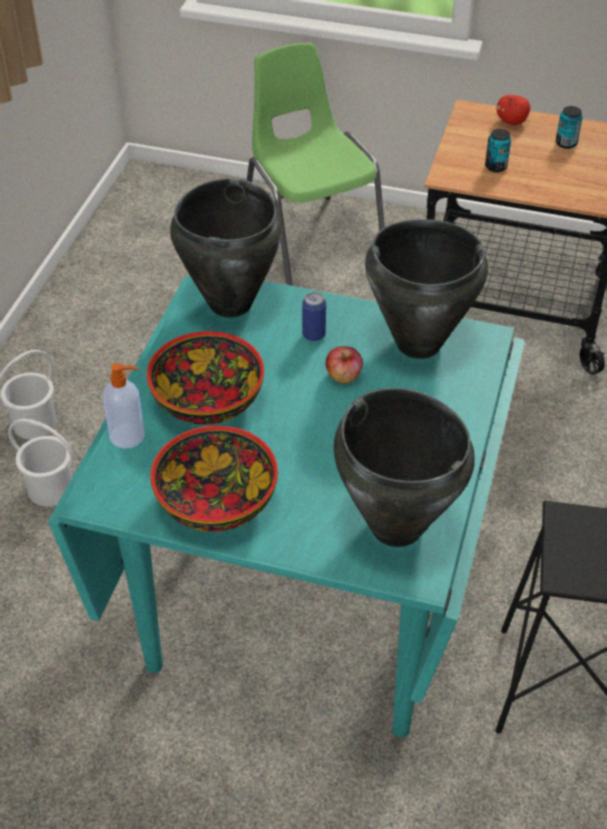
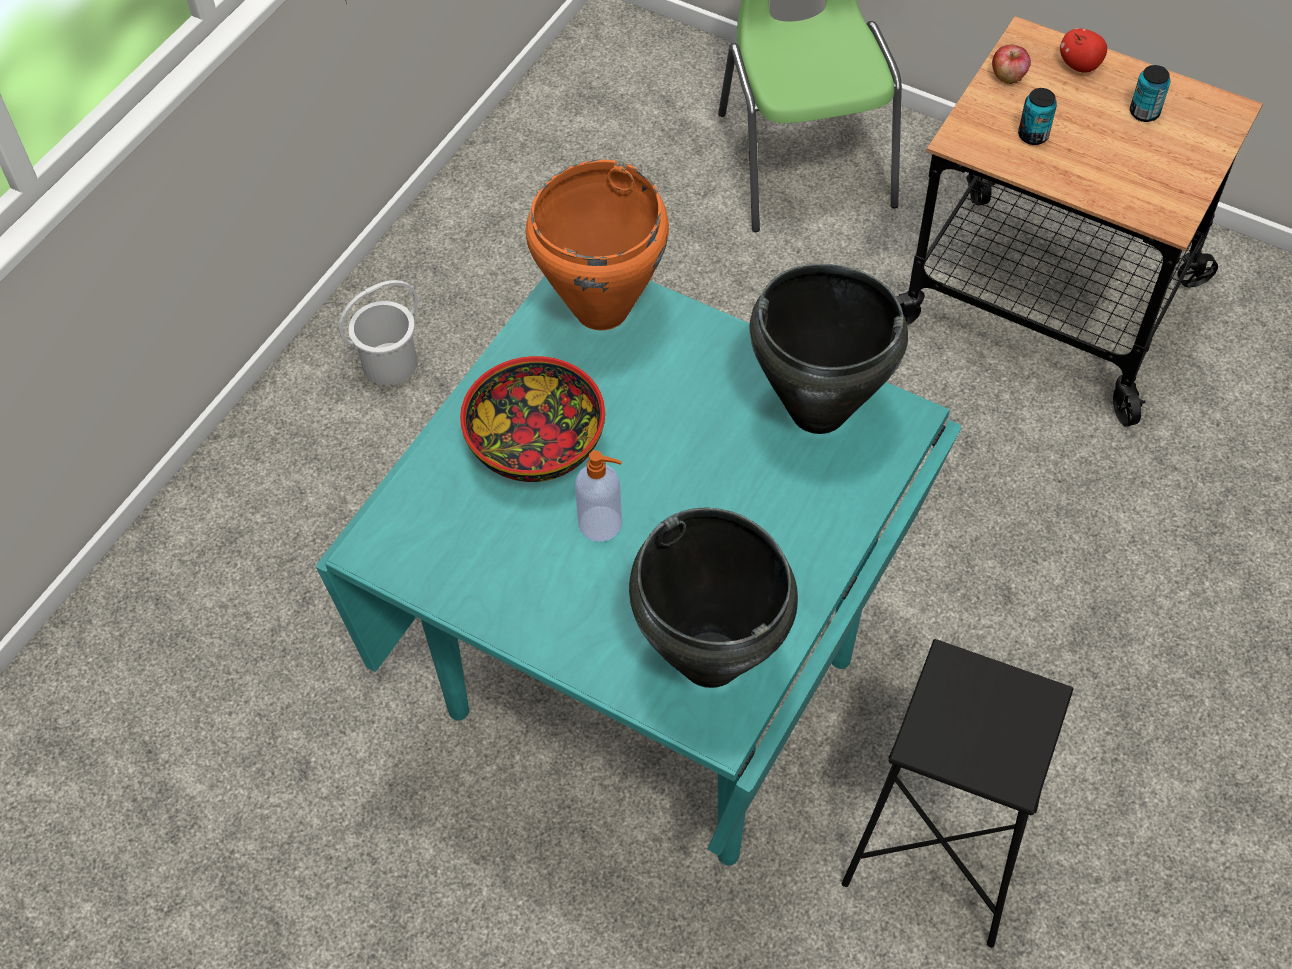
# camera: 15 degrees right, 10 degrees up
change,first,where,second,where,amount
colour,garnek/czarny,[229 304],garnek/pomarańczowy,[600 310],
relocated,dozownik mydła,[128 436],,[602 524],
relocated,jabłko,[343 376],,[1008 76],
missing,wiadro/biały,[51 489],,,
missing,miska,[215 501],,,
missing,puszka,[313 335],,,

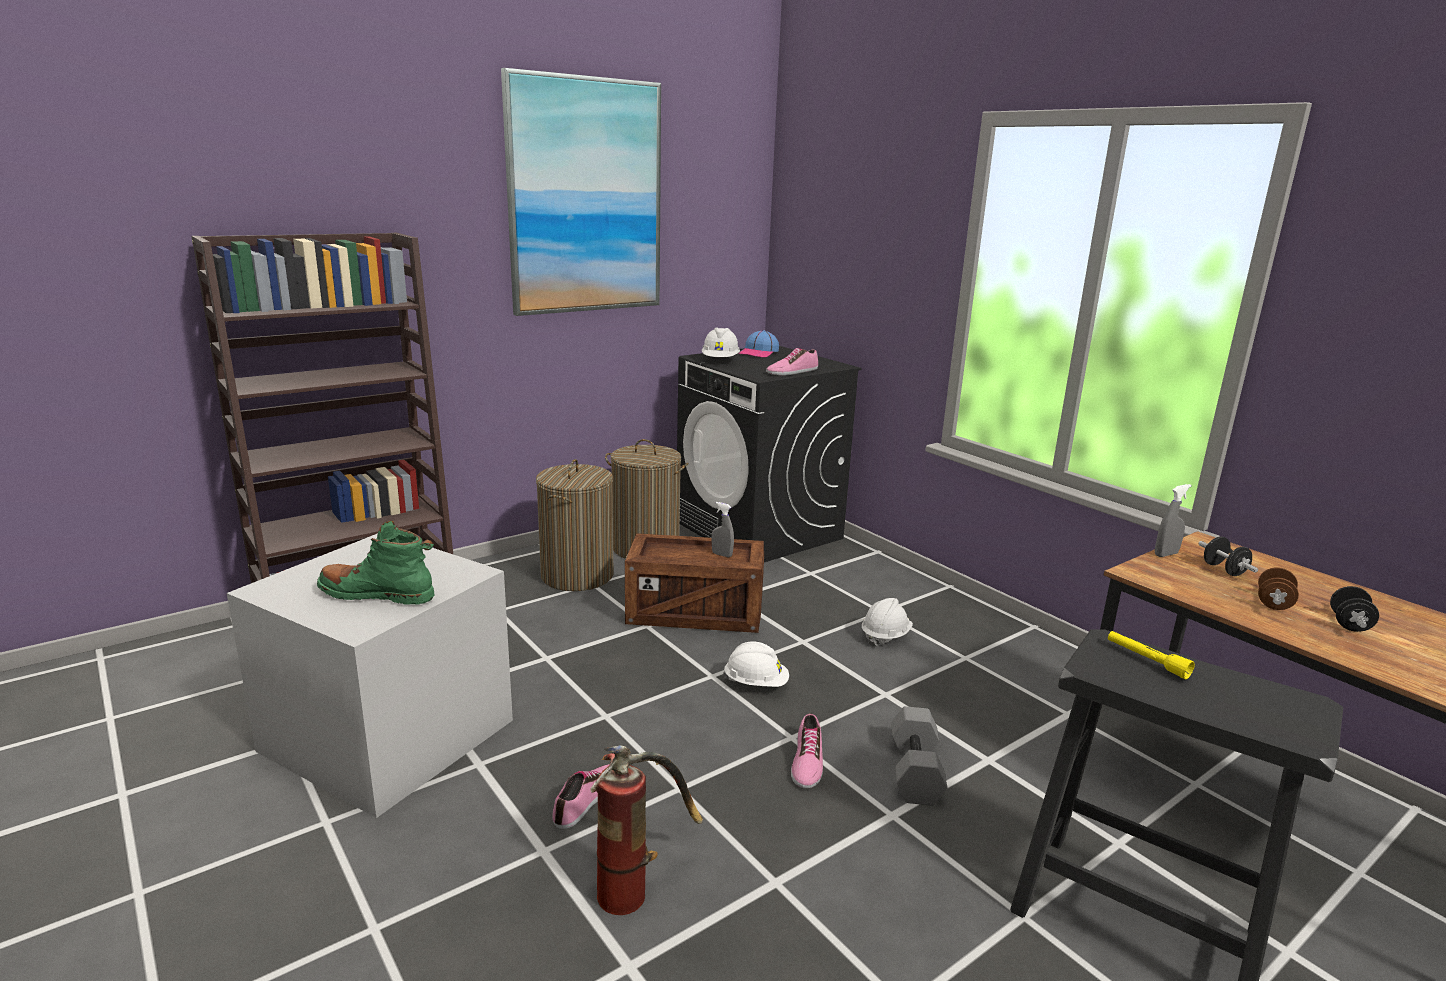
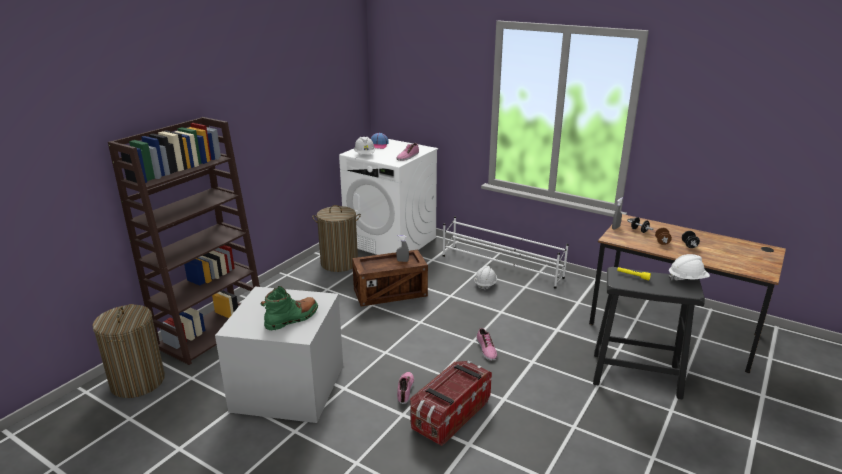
# camera: 20 degrees left, 5 degrees up
change,first,where,second,where,amount
relocated,kosz na pranie,[577 575],,[137 381],
spun,but z cholewką/zielony,[378 595],,[292 319],150 degrees clockwise
colour,pralka/czarny,[759 530],pralka/biały,[391 241],
exchanged,gaśnica,[635 883],pojemnik do przechowywania,[450 415],
appeared,,,regał na buty/biały,[501 267],
relocated,kask/biały,[756 683],,[687 279],
missing,obraz,[585 197],,,
missing,hantel/szary,[917 772],,,

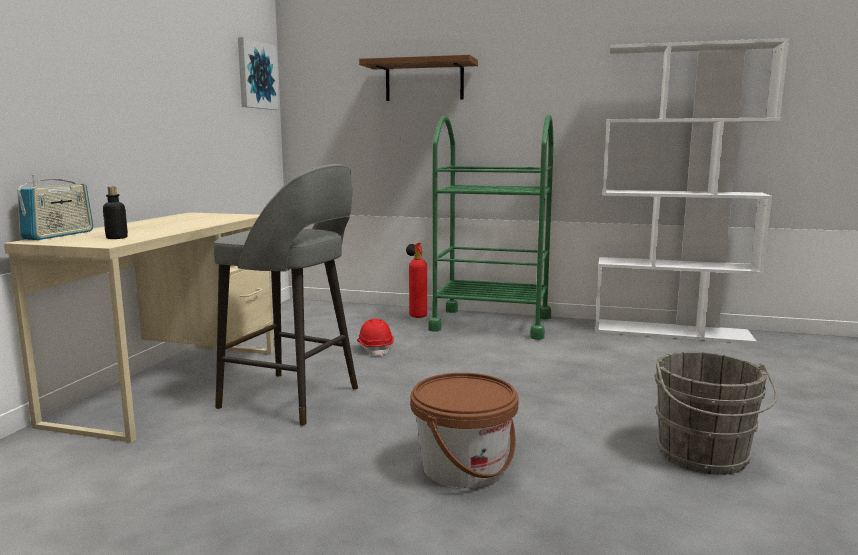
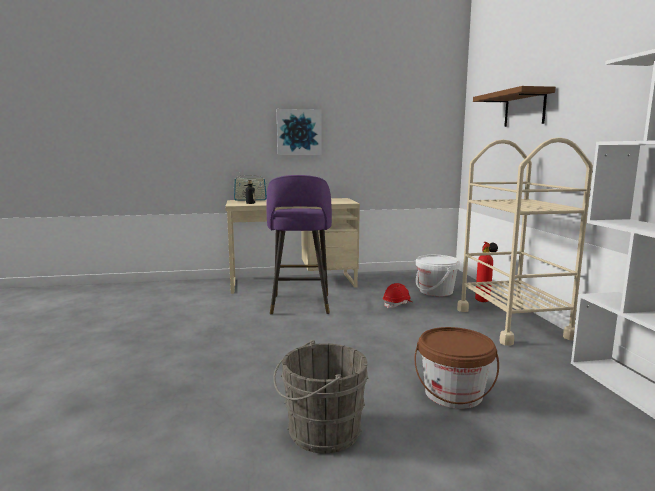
# camera: 65 degrees right, 0 degrees up
change,first,where,second,where,amount
colour,stołek/szary,[293 399],stołek/fioletowy,[300 305],
relocated,obraz,[256 75],,[299 132],
relocated,wiadro/brązowy,[463 468],,[453 394],
appeared,,,wiadro/biały,[436 291],
colour,wózek/zielony,[491 324],wózek/beżowy,[512 323],

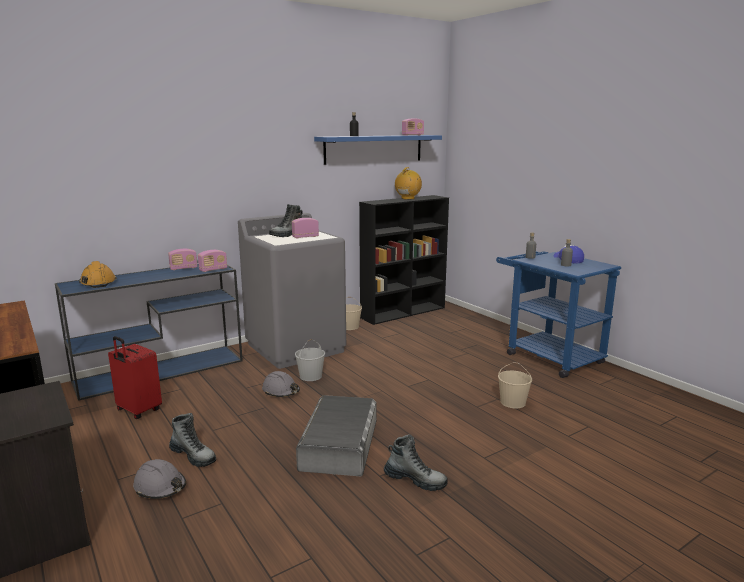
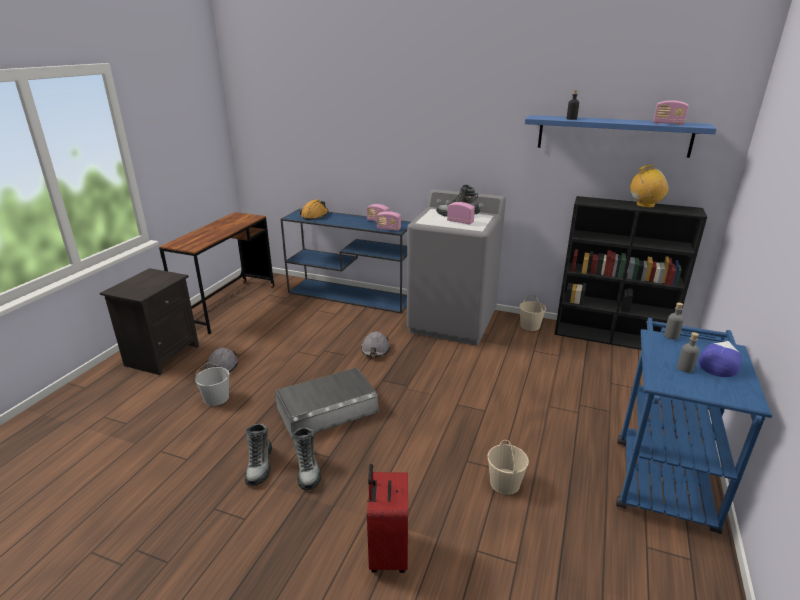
# camera: 55 degrees right, 10 degrees up
change,first,where,second,where,amount
relocated,wiadro/biały,[311 376],,[217 398],
relocated,but z cholewką,[193 456],,[259 466],
relocated,walizka/czerwony,[138 411],,[387 553],

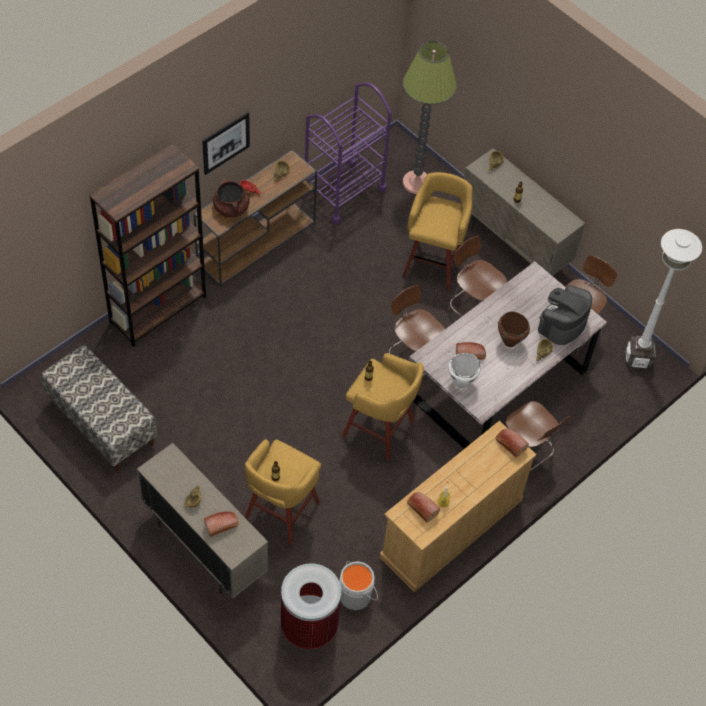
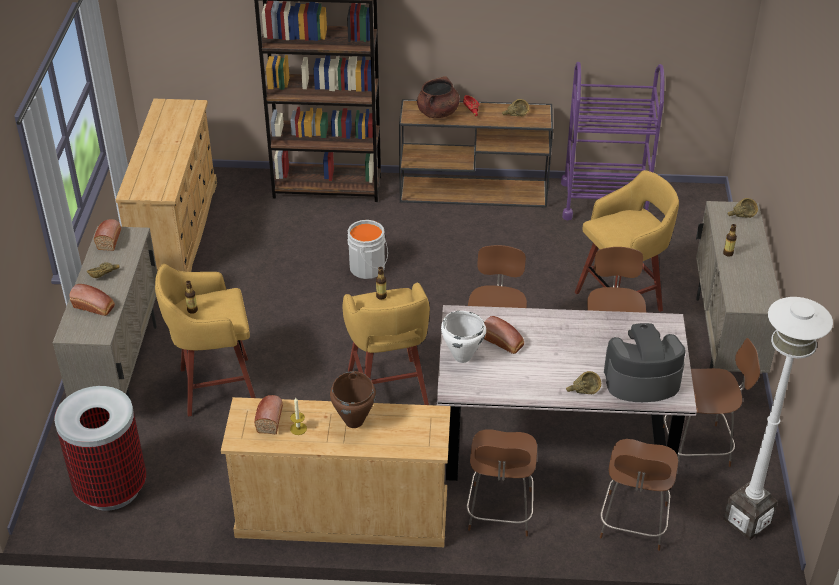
# camera: 50 degrees right, 15 degrees down
change,first,where,second,where,amount
relocated,chleb,[509 444],,[109 239],
exchanged,ławka,[101 423],komoda/beżowy,[176 230],
relocated,garnek/brązowy,[510 342],,[354 421],
relocated,wiadro/szary,[356 594],,[369 268],
appeared,,,krzesło/brązowy,[633 523],
missing,obraz,[225 142],,,
missing,lampa stojąca,[416 183],,,

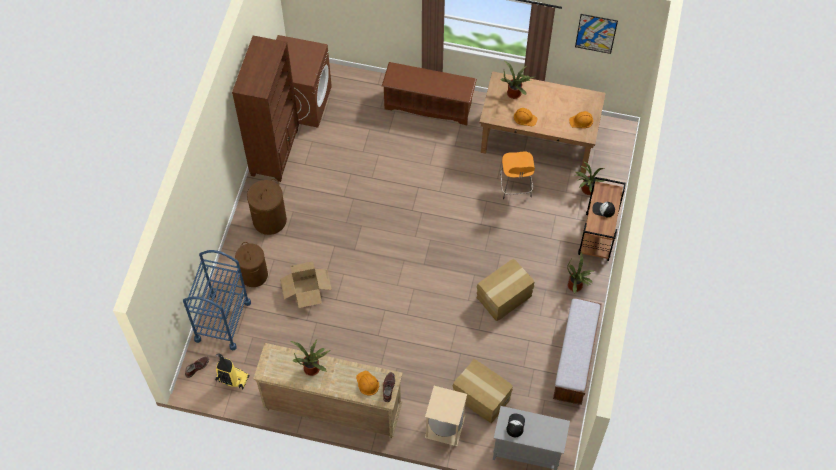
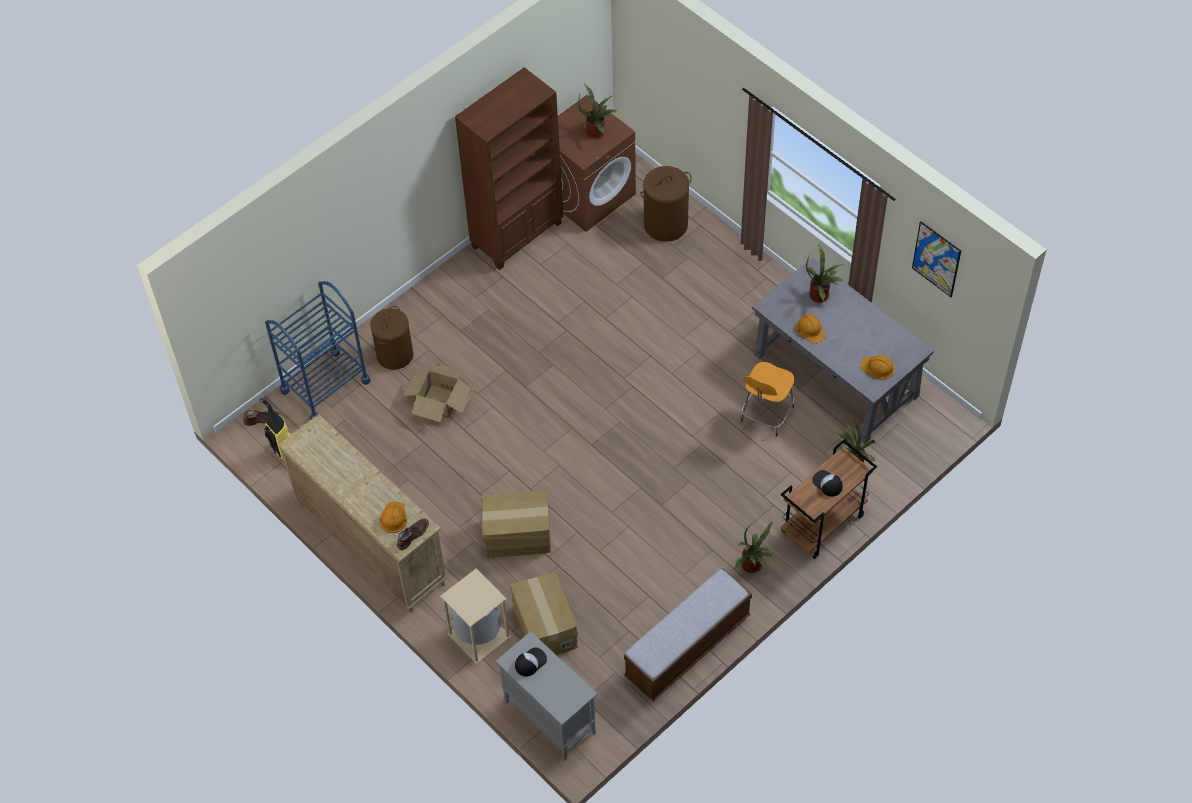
# camera: 35 degrees right, 5 degrees down
change,first,where,second,where,amount
relocated,karton,[504 297],,[517 536],
relocated,roślina doniczkowa,[313 367],,[597 132],
relocated,kosz na pranie/brązowy,[269 220],,[665 224],
colour,biurko/brązowy,[538 139],biurko/szary,[836 375],
missing,regał na buty/brązowy,[429 105],,,

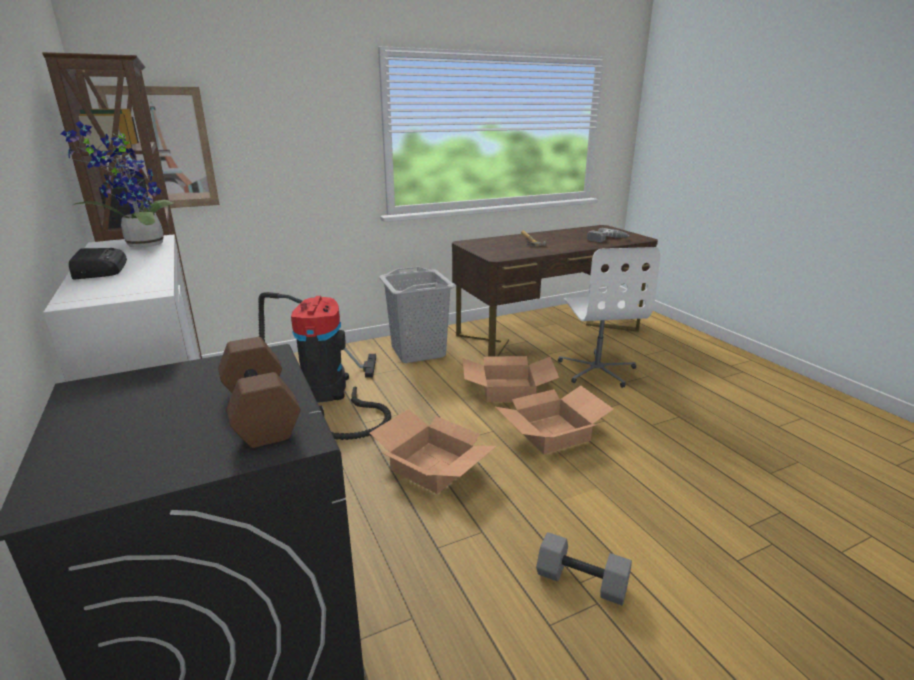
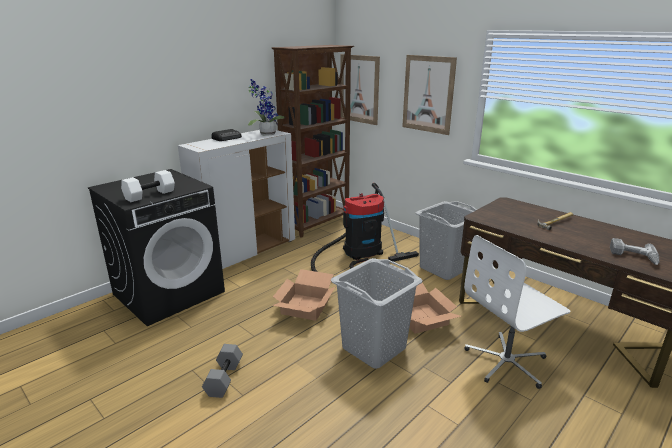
# camera: 70 degrees right, 0 degrees up
change,first,where,second,where,amount
colour,hantel/brązowy,[262 412],hantel/biały,[150 195],
exchanged,karton,[552 432],kosz na pranie/szary,[374 348],
appeared,,,obraz,[428 94],

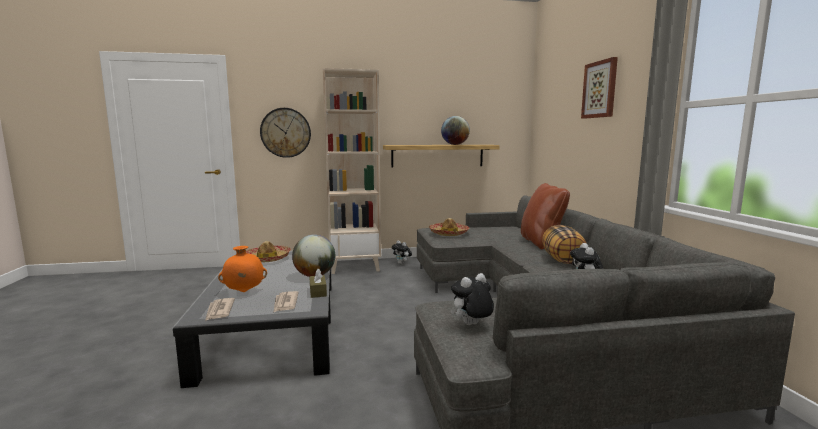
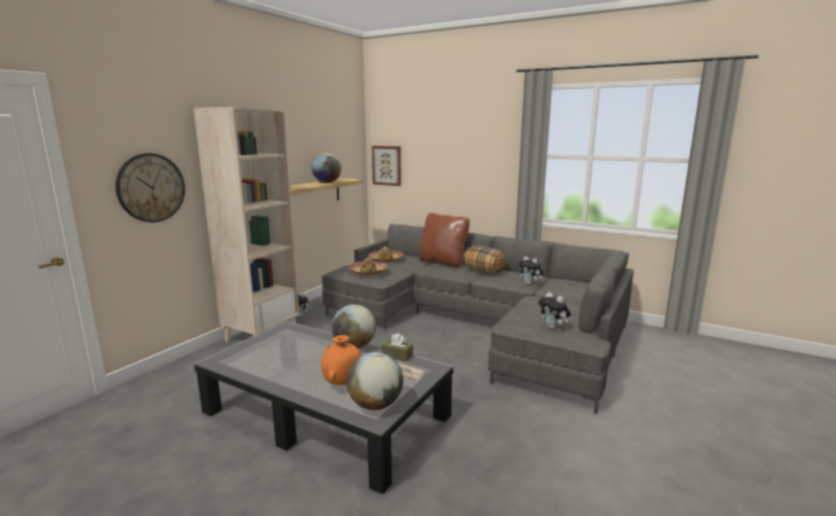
# camera: 50 degrees left, 5 degrees up
change,first,where,second,where,amount
exchanged,gazeta,[219 311],globus,[376 405],
relocated,kapelusz,[267 258],,[385 260],
relocated,obraz,[600 89],,[387 165],
spun,pluszak,[471 325],,[553 327],45 degrees counterclockwise

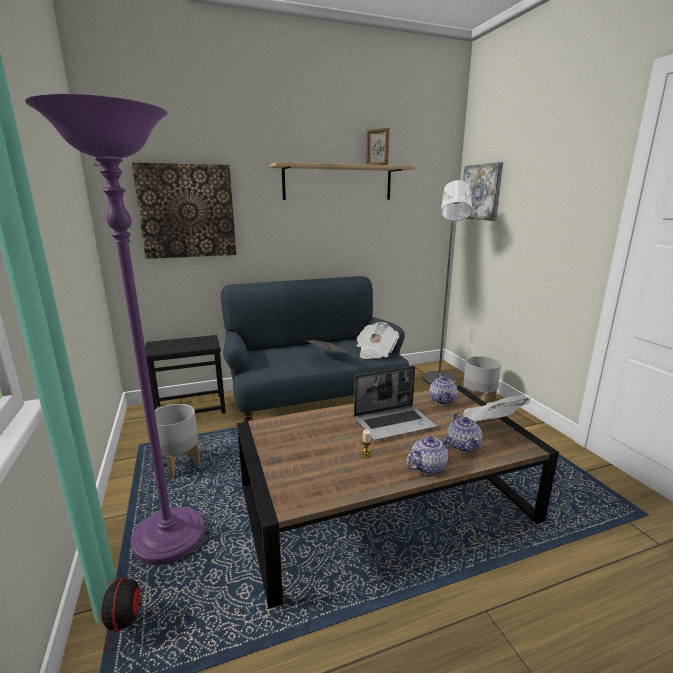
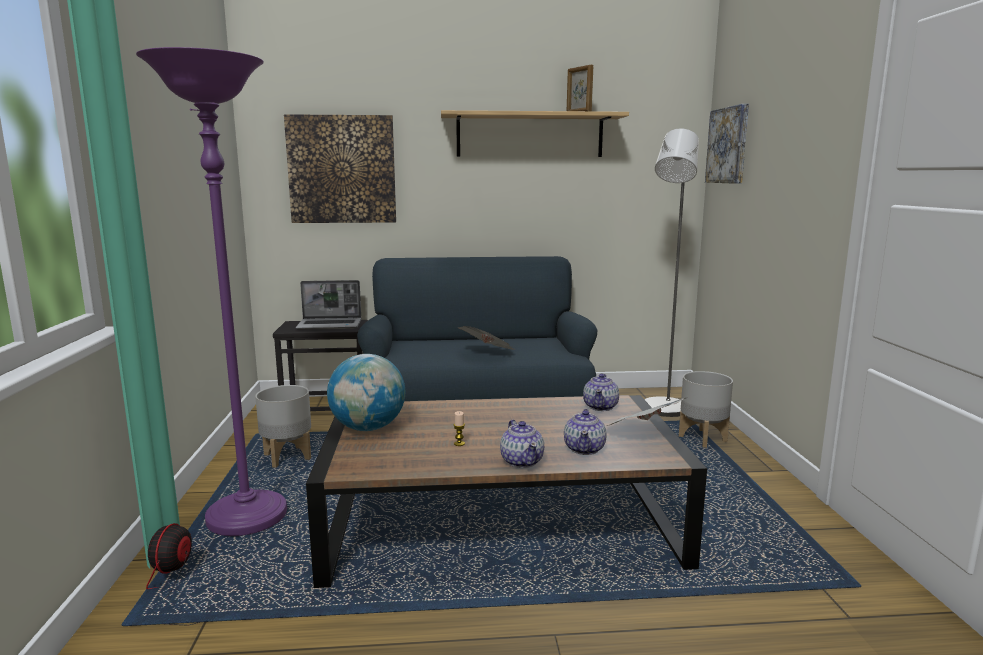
# camera: 15 degrees right, 5 degrees down
change,first,where,second,where,amount
relocated,laptop,[394 423],,[330 325],
appeared,,,globus,[368 428],
spun,imbryk,[427 467],,[522 461],90 degrees clockwise
missing,gazeta,[375 352],,,

